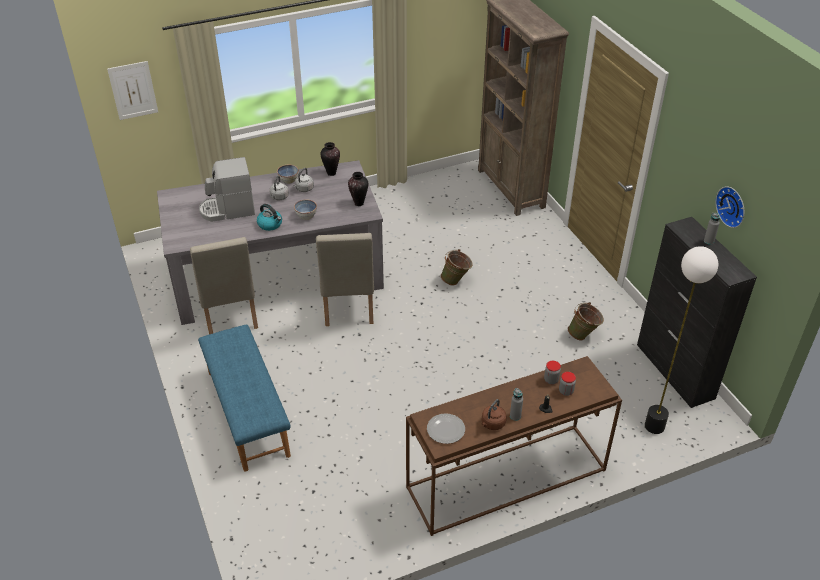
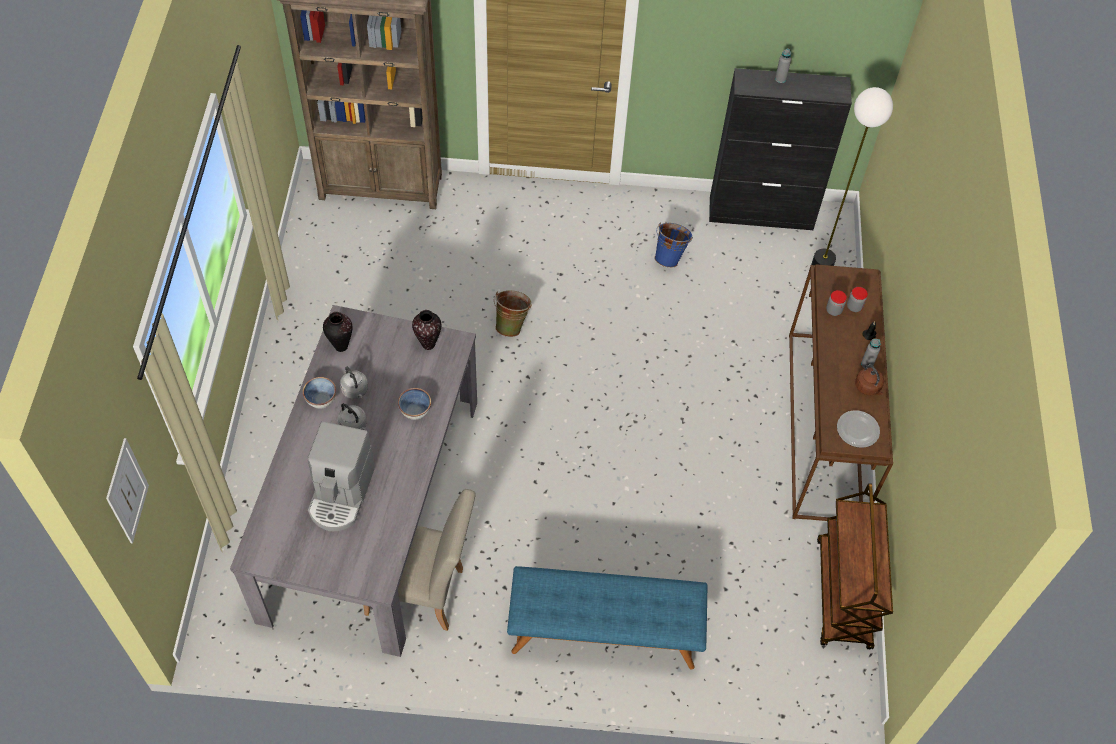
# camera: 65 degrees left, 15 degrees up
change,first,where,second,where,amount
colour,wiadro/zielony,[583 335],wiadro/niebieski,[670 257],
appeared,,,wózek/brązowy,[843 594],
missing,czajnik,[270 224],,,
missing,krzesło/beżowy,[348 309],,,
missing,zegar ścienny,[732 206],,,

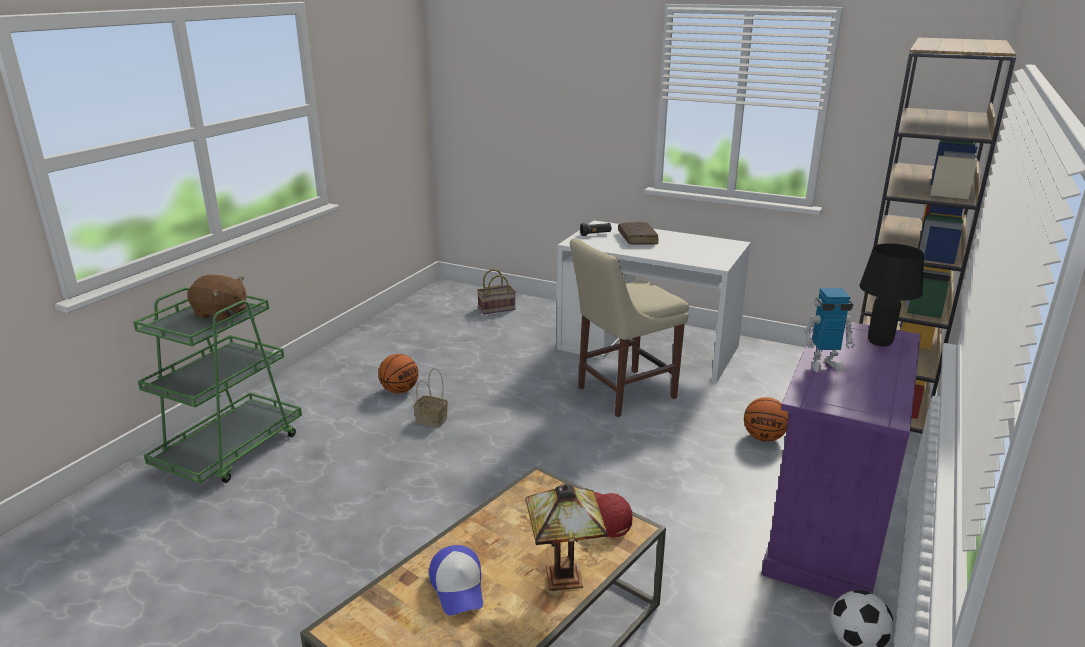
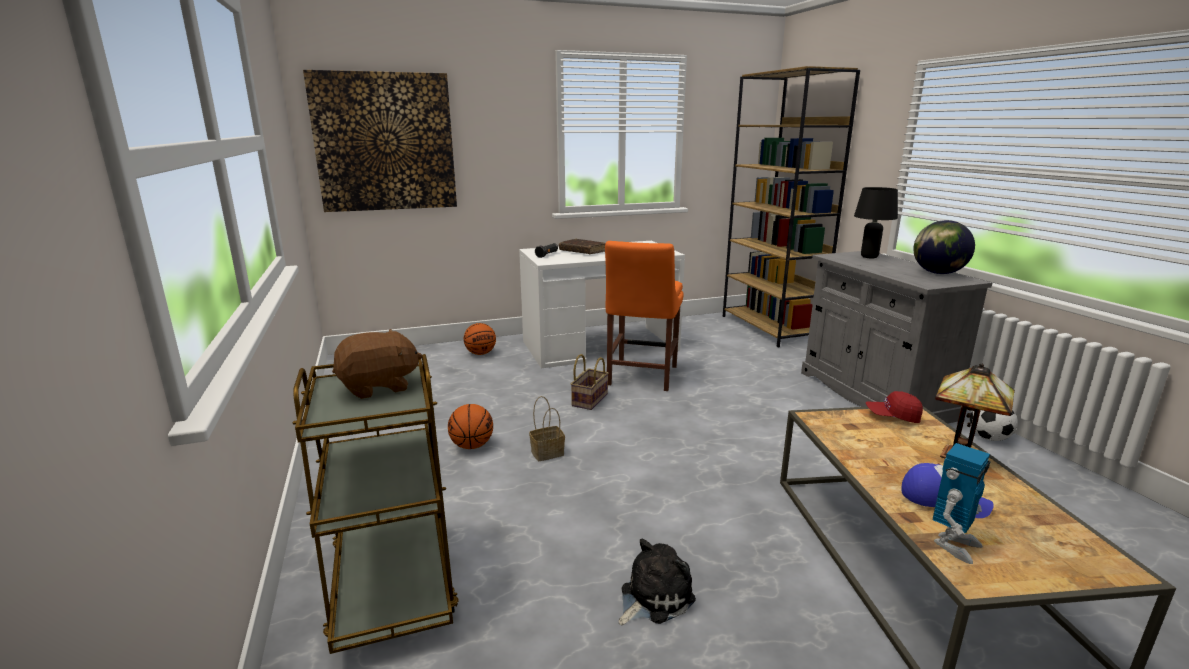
# camera: 45 degrees left, 5 degrees down
change,first,where,second,where,amount
colour,wózek/zielony,[231 450],wózek/brązowy,[393 582],
appeared,,,obraz,[385 142],
relocated,piłka do koszykówki,[763 437],,[480 353],
relocated,koszyk,[497 308],,[589 399],
colour,krzesło/beżowy,[622 393],krzesło/pomarańczowy,[641 377],
appeared,,,pluszak,[653 597],
colour,szafka/fioletowy,[828 527],szafka/szary,[873 395],
appeared,,,globus,[938 273],
relocated,robot zabawkowy,[824 364],,[953 544],

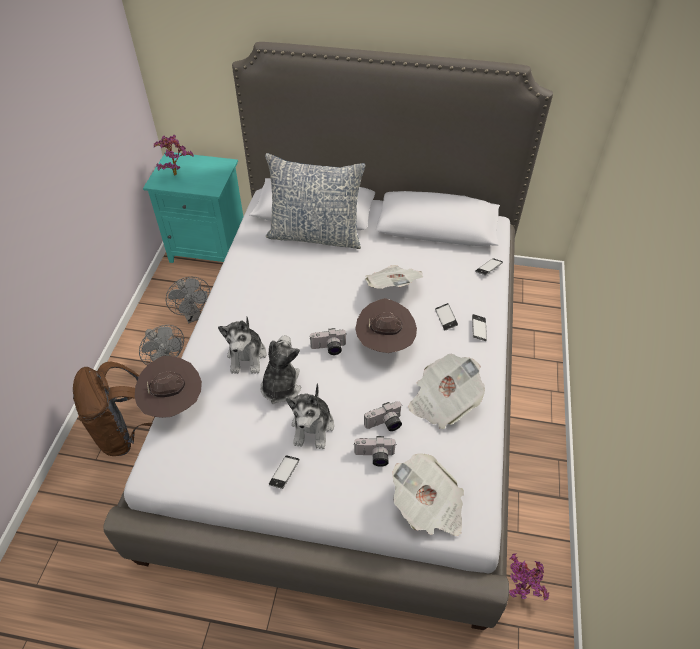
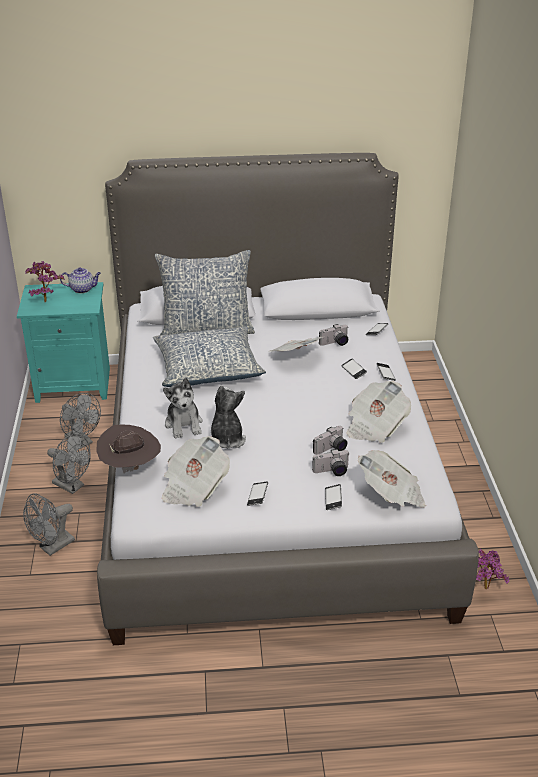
# camera: 15 degrees left, 15 degrees down
change,first,where,second,where,amount
exchanged,plecak/brązowy,[126 432],wentylator/szary,[53 547],
appeared,,,imbryk,[82 289],
appeared,,,poduszka,[208 368],
appeared,,,gazeta,[193 487],
relocated,aparat fotograficzny,[329 349],,[335 343],
appeared,,,telefon,[333 499],
missing,pluszak,[313 427],,,
missing,kapelusz/brązowy,[385 343],,,

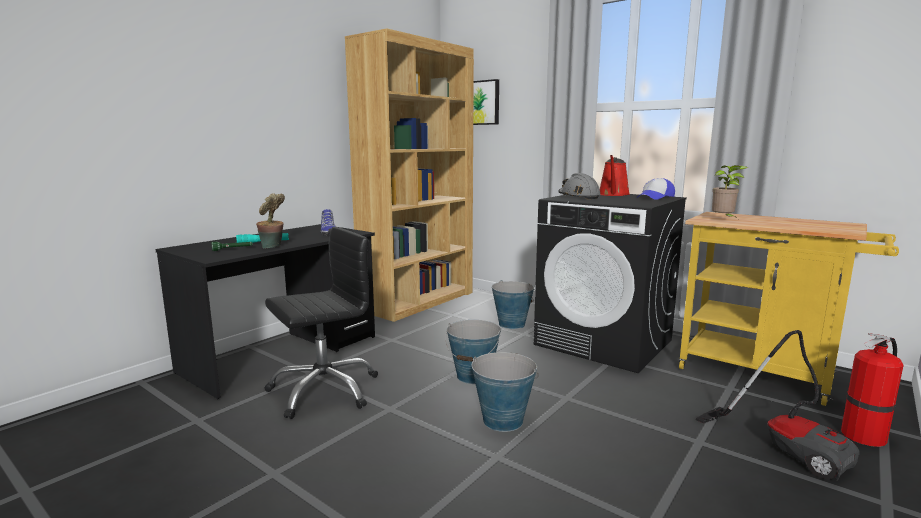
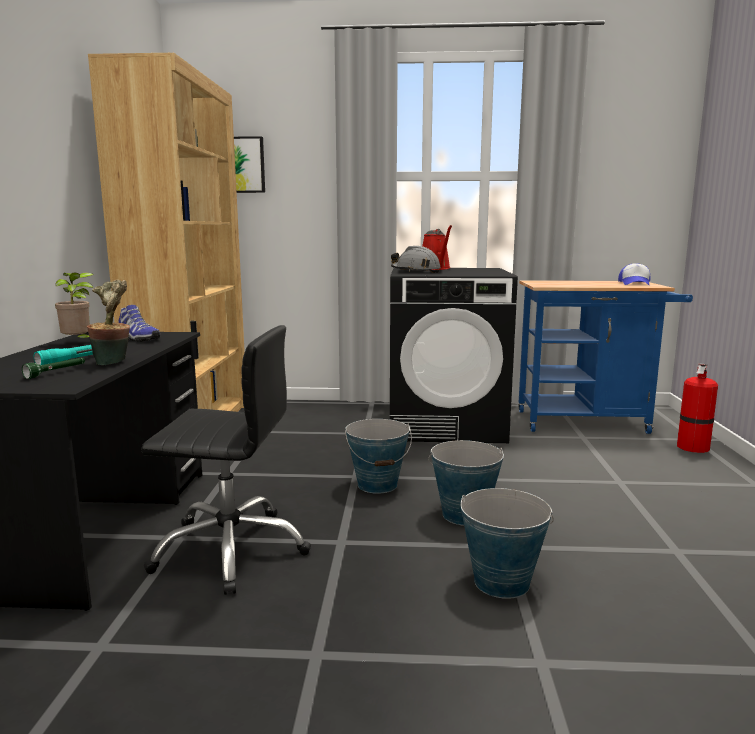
# camera: 35 degrees left, 0 degrees up
change,first,where,second,where,amount
relocated,roślina doniczkowa,[724 220],,[79 343],
spun,krzesło biurowe/czarny,[324 390],,[231 549],75 degrees clockwise
relocated,wiadro,[511 324],,[501 582],
colour,wózek/żółty,[765 375],wózek/niebieski,[590 422],
relocated,czapka z daszkiem,[655 197],,[635 284],
missing,odkurzacz,[786 447],,,

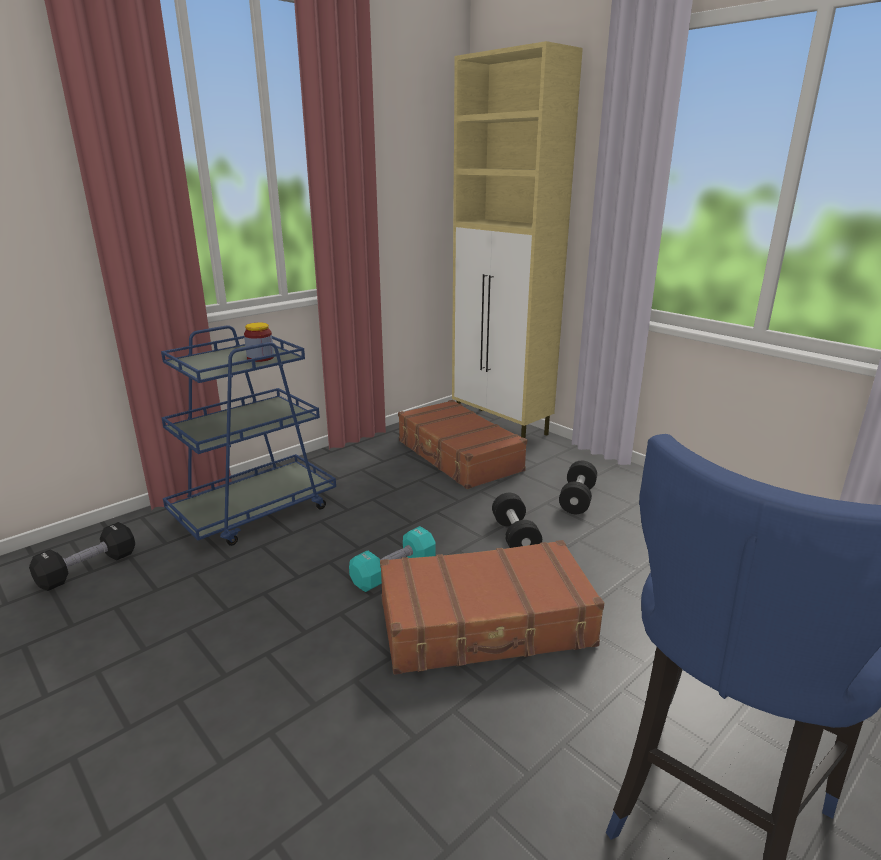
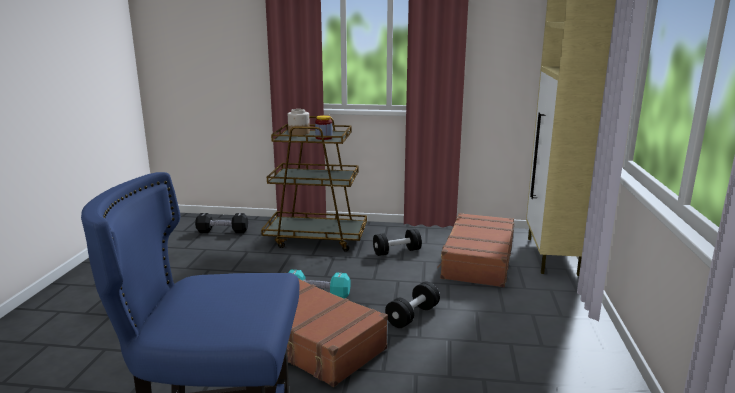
# camera: 50 degrees right, 5 degrees down
change,first,where,second,where,amount
colour,wózek/niebieski,[255 511],wózek/brązowy,[316 238],
appeared,,,słoik,[298 133],
relocated,hantel/czarny,[577 499],,[397 252],

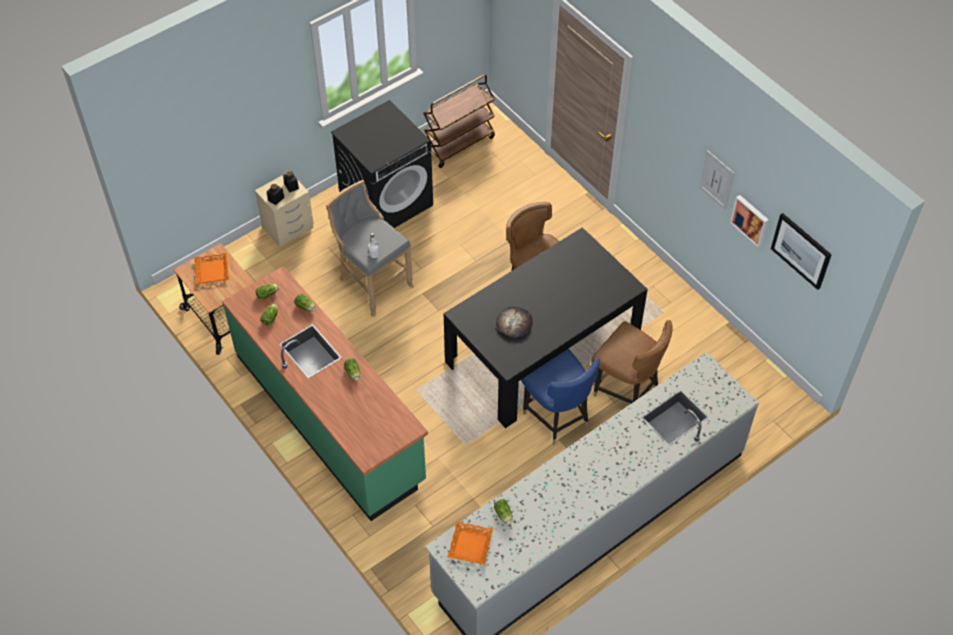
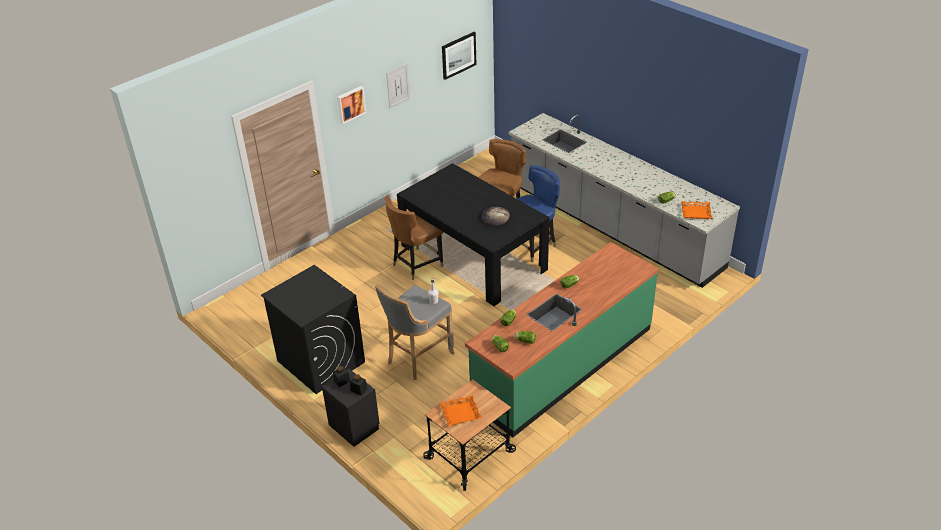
# camera: 95 degrees left, 15 degrees down
change,first,where,second,where,amount
colour,szafka nocna/beżowy,[288 227],szafka nocna/czarny,[354 426],
relocated,obraz,[750 220],,[350 104],
missing,wózek/brązowy,[459 144],,,

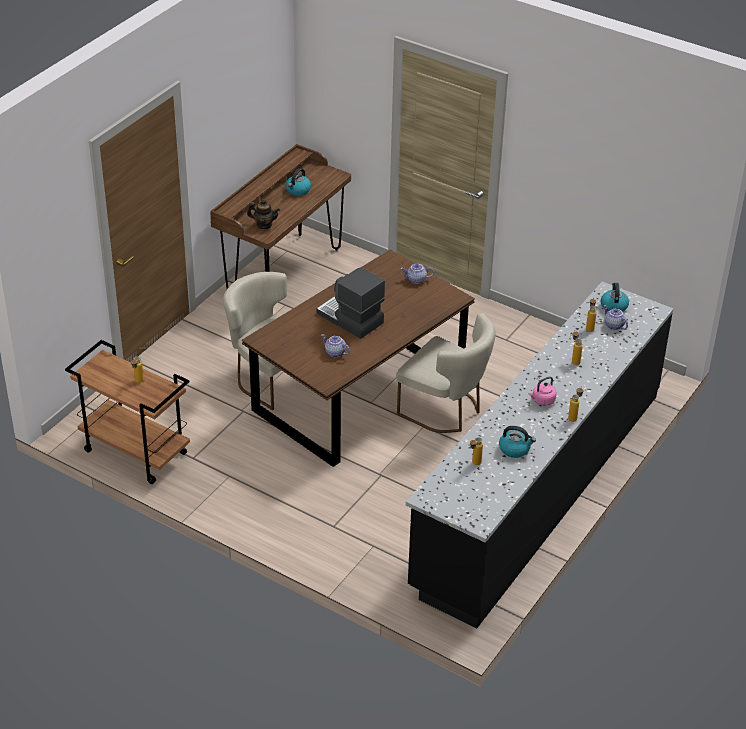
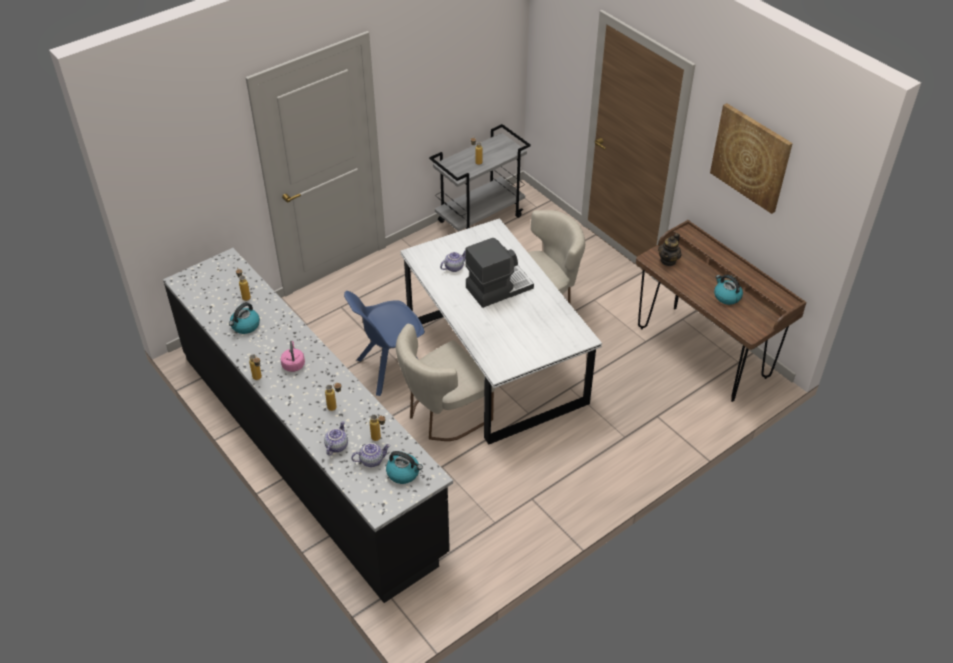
# camera: 110 degrees right, 5 degrees up
change,first,where,second,where,amount
relocated,imbryk,[416 280],,[336 446],
appeared,,,krzesło/niebieski,[390 369],
colour,stół jadalny/brązowy,[360 393],stół jadalny/biały,[494 362],
colour,wózek/brązowy,[134 452],wózek/szary,[480 218],
appeared,,,obraz,[751 157],

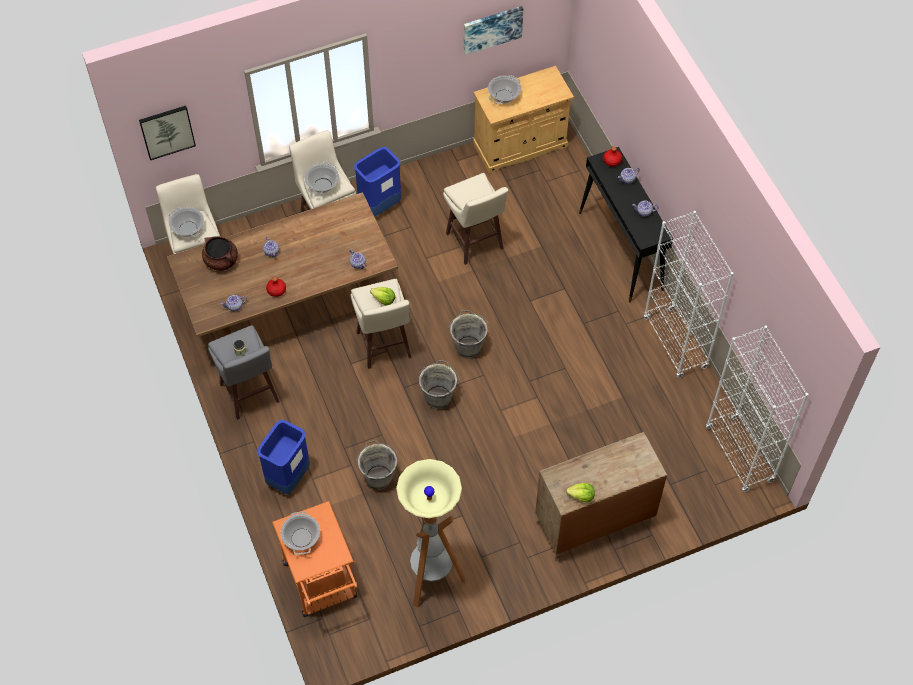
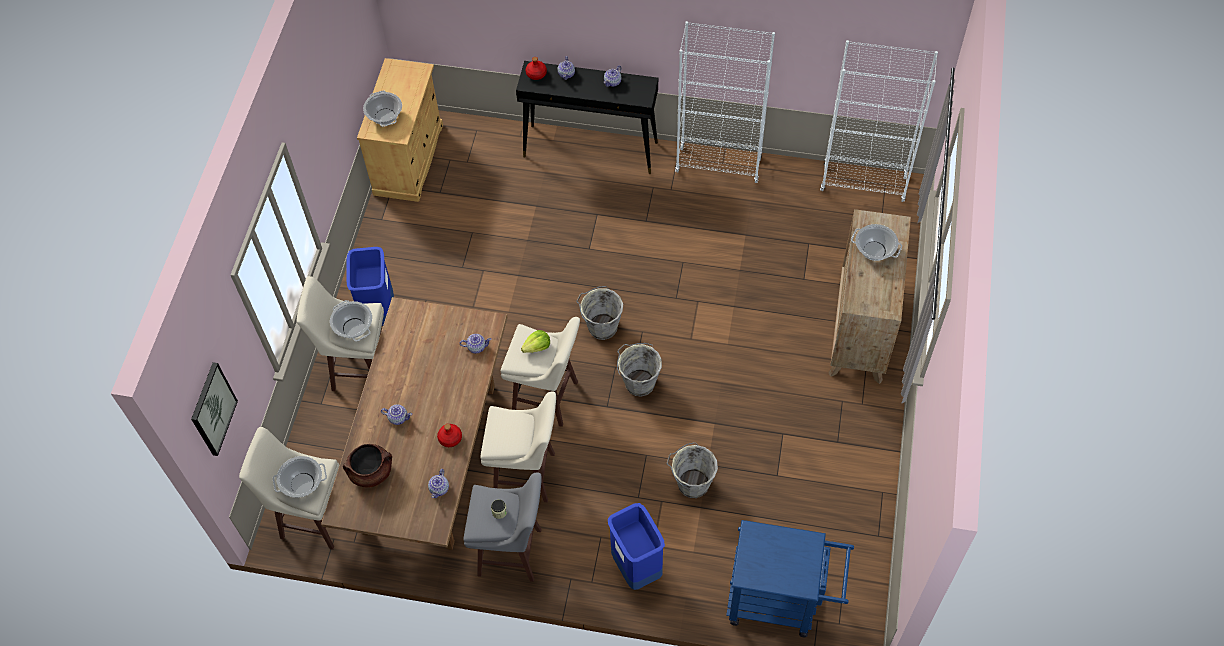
# camera: 55 degrees left, 0 degrees up
change,first,where,second,where,amount
relocated,stołek/beżowy,[475 242],,[526 476],
colour,wózek/pomarańczowy,[322 586],wózek/niebieski,[781 601],
relocated,garnek,[301 538],,[874 251],
missing,lampa stojąca,[432 579],,,
missing,obraz,[492 29],,,
missing,sałata,[581 496],,,

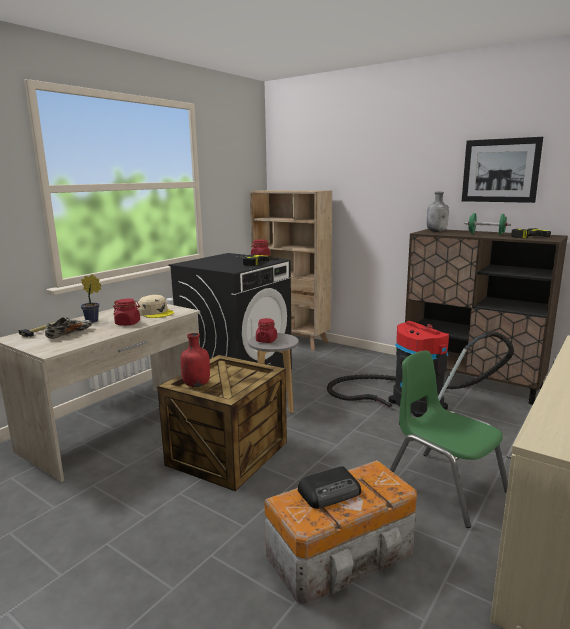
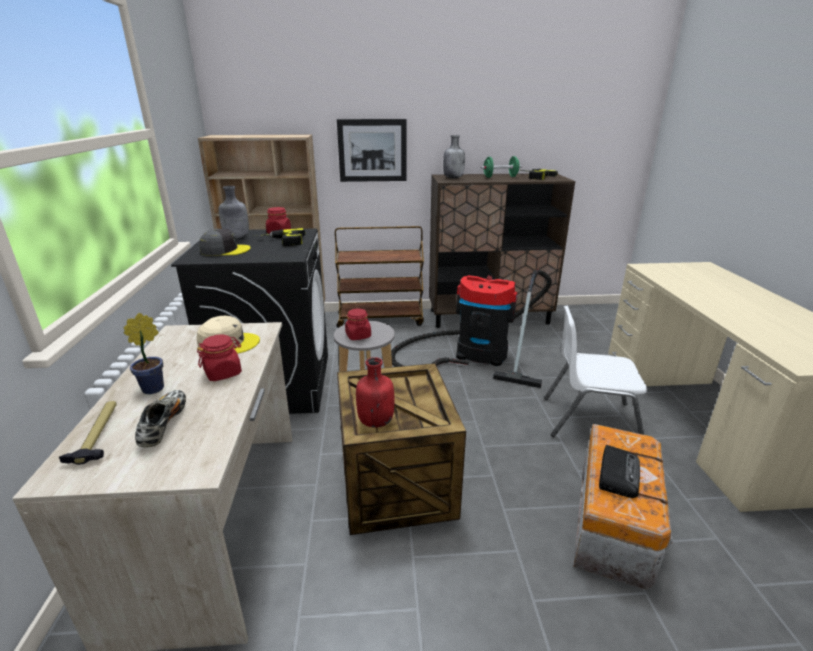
# camera: 40 degrees left, 10 degrees up
change,first,where,second,where,amount
appeared,,,czapka z daszkiem/szary,[225 250],
appeared,,,butelka/szary,[236 237],
appeared,,,wózek/brązowy,[381 319],
relocated,obraz,[500 170],,[372 150],
colour,krzesło/zielony,[444 486],krzesło/biały,[590 420],

